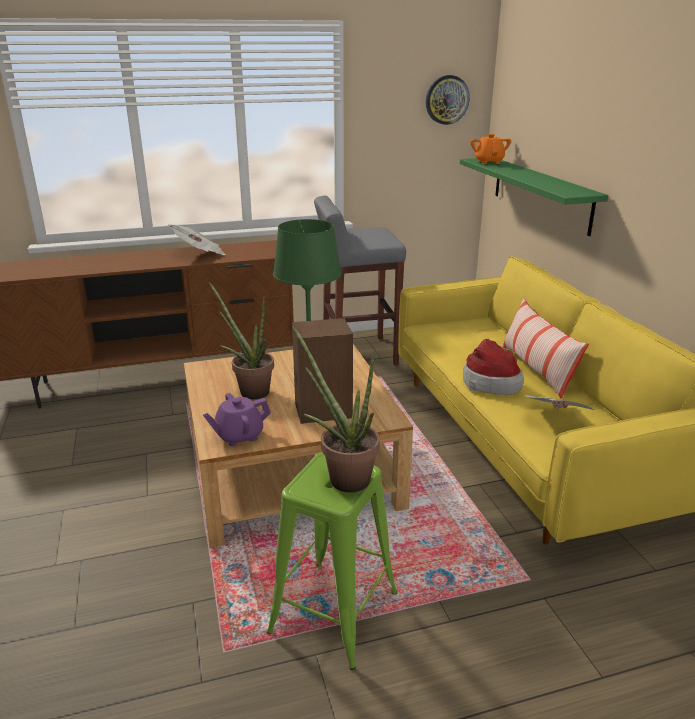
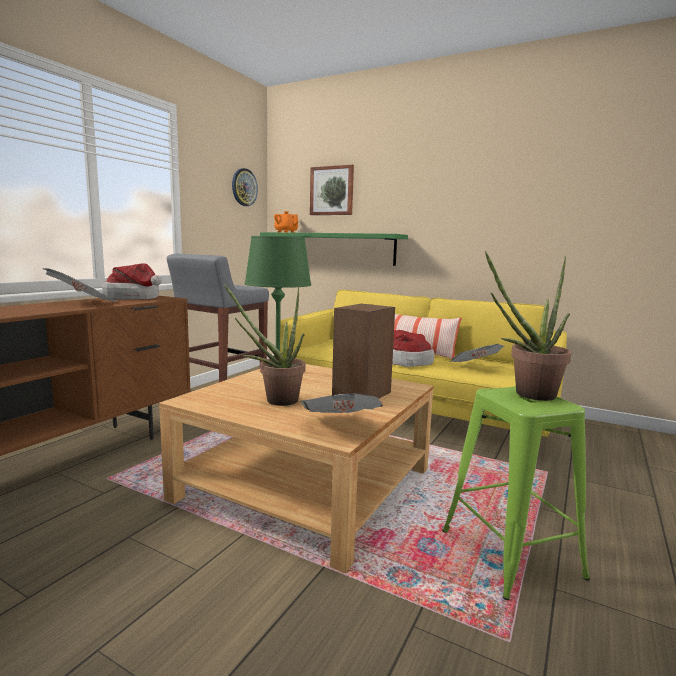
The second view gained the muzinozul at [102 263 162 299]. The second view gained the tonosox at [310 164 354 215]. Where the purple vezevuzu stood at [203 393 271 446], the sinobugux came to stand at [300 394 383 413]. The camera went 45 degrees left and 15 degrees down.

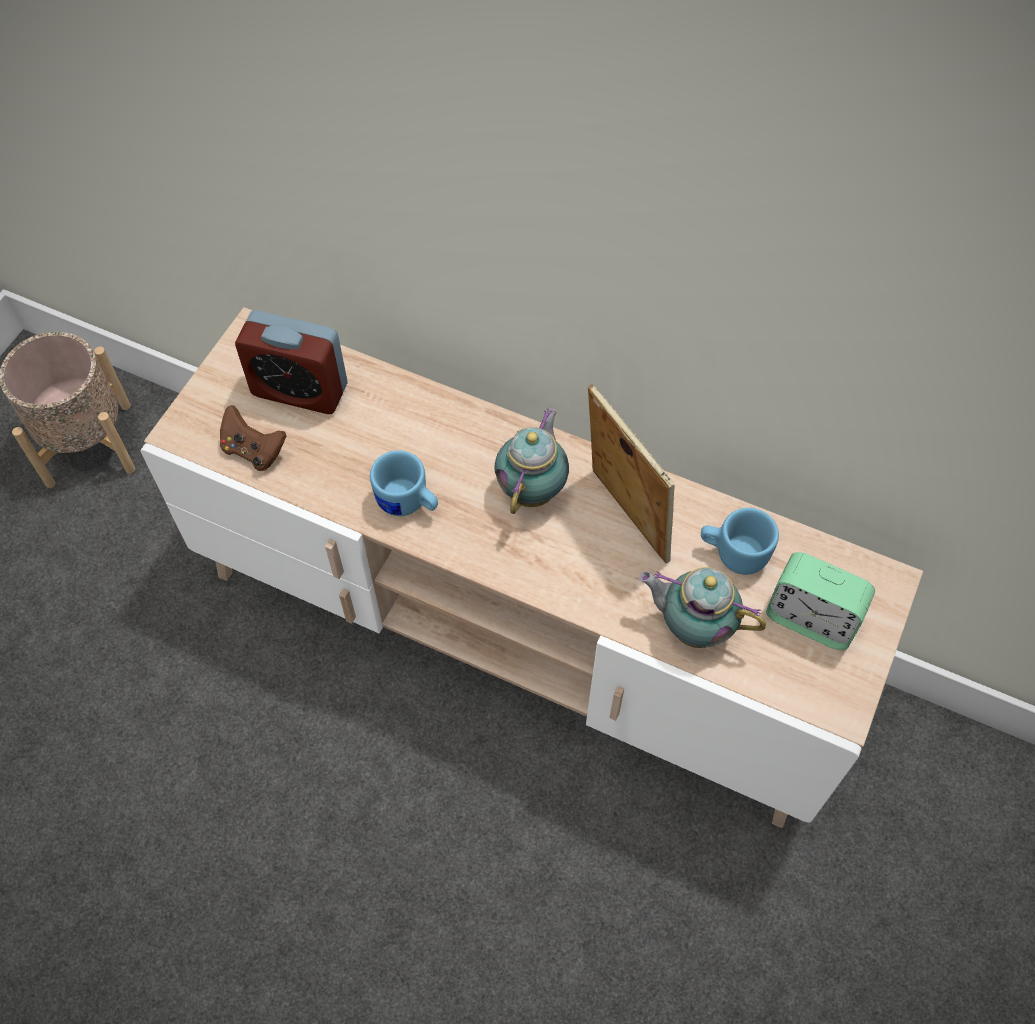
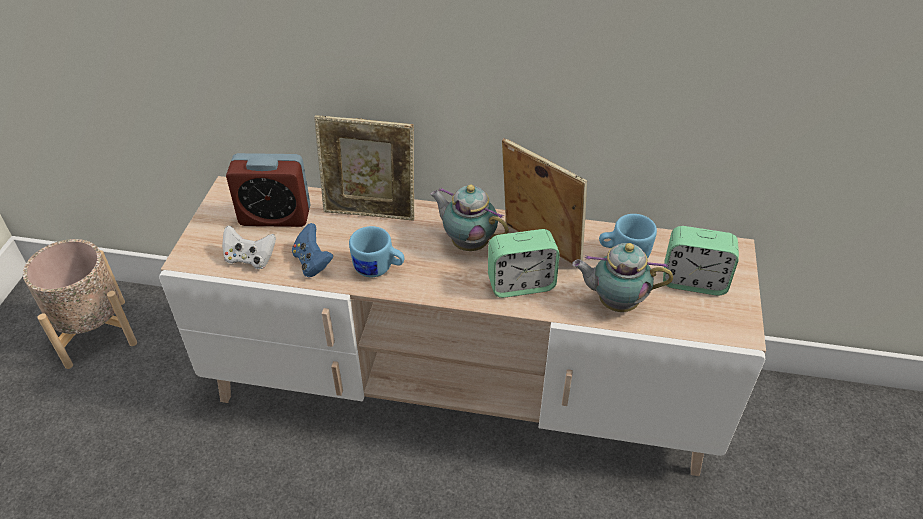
The second view gained the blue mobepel at [292 223 333 277]. The second view gained the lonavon at [314 115 414 220]. The second view gained the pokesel at [488 229 560 298]. What was the brown mobepel at [220 405 286 471] turned into the white mobepel at [222 225 276 269]. The vezevuzu at [494 407 569 514] ended up facing another way, 60 degrees counterclockwise from before. The camera went 15 degrees left and 15 degrees down.

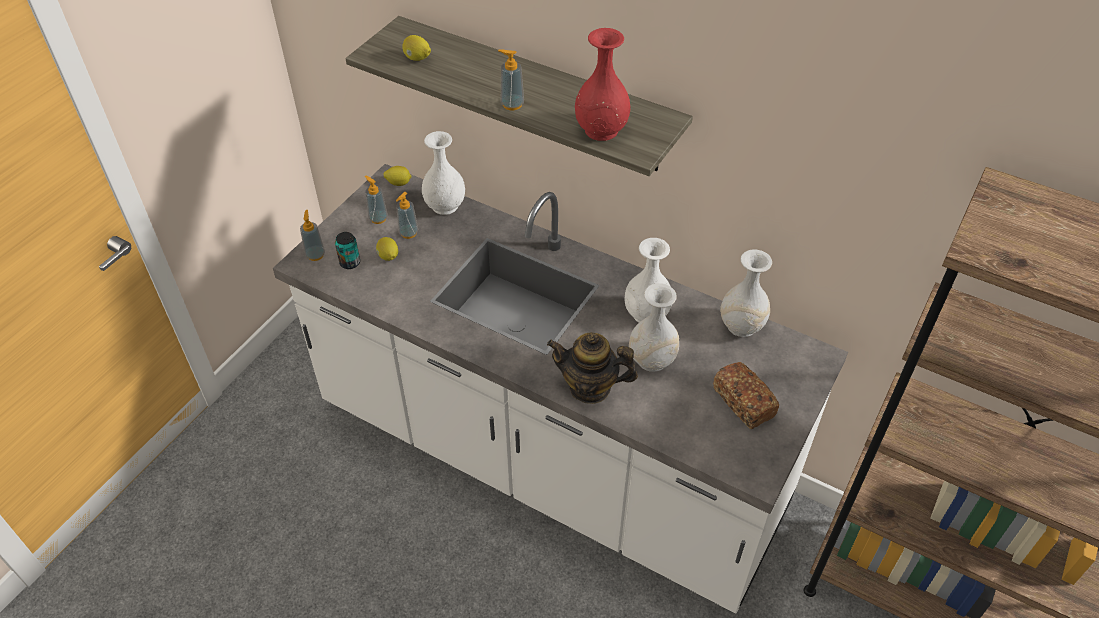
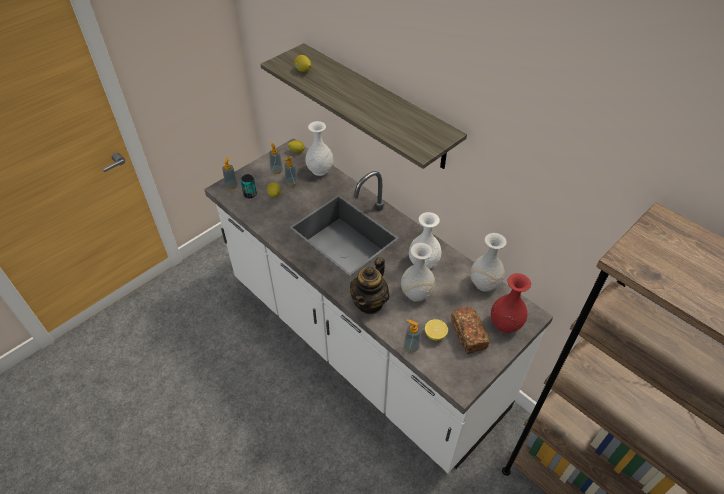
The second view gained the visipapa at [425 319 448 341]. The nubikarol ended up elsewhere, having gone from [498 49 524 110] to [404 319 421 352]. The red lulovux ended up elsewhere, having gone from [575 28 630 141] to [491 273 531 333]. The vezevuzu at [547 332 638 404] ended up facing another way, 90 degrees counterclockwise from before. The camera went 15 degrees right and 0 degrees up.

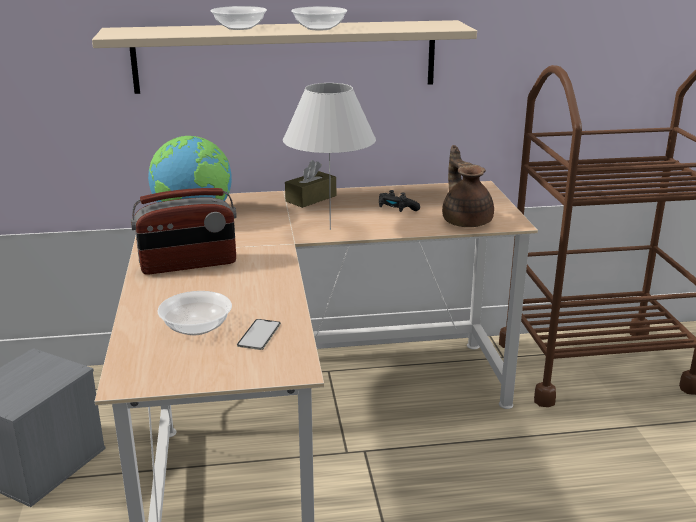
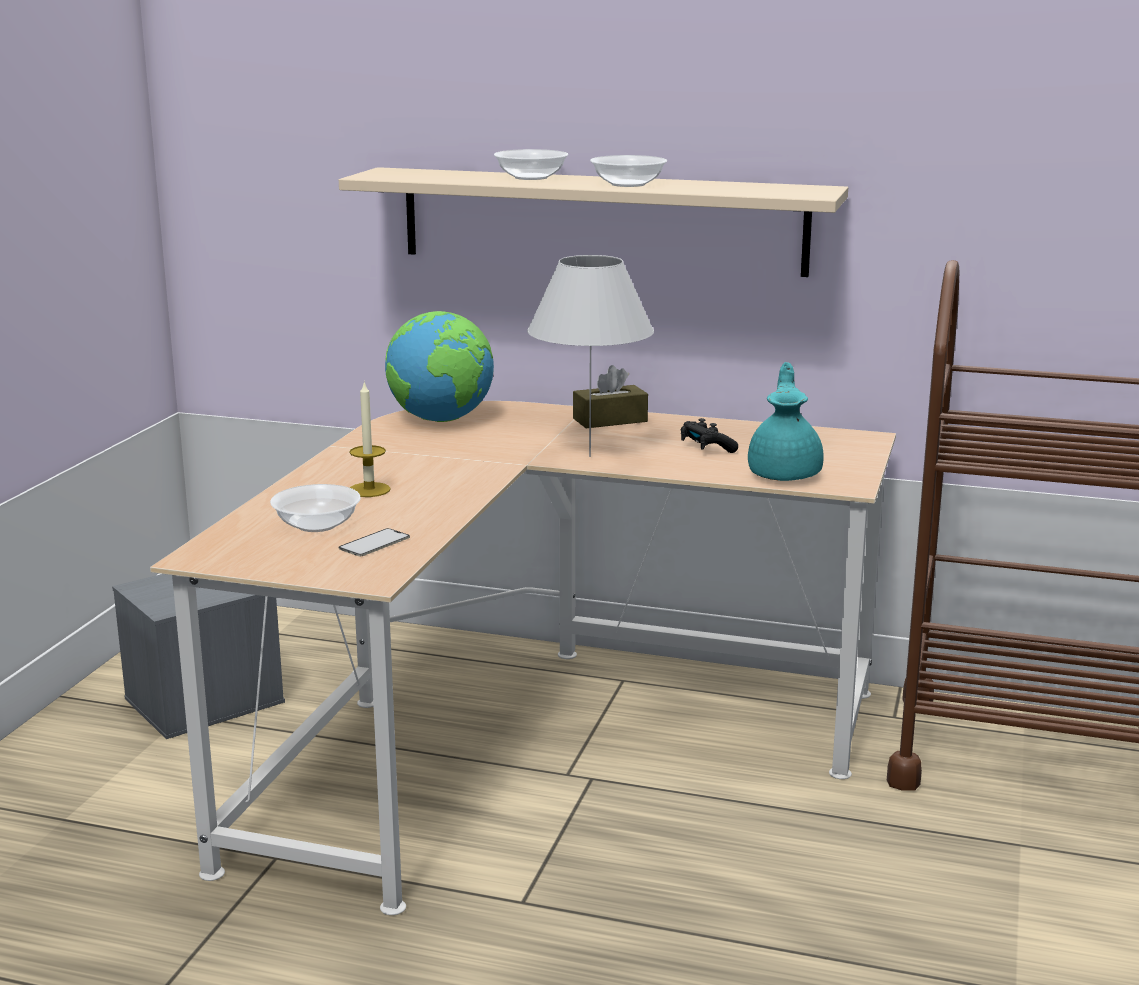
The second view lost the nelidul at [131 188 237 275]. The second view gained the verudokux at [349 381 391 497]. What was the brown vezevuzu at [442 145 494 227] turned into the turquoise vezevuzu at [748 362 824 481]. The camera went 25 degrees right and 5 degrees down.

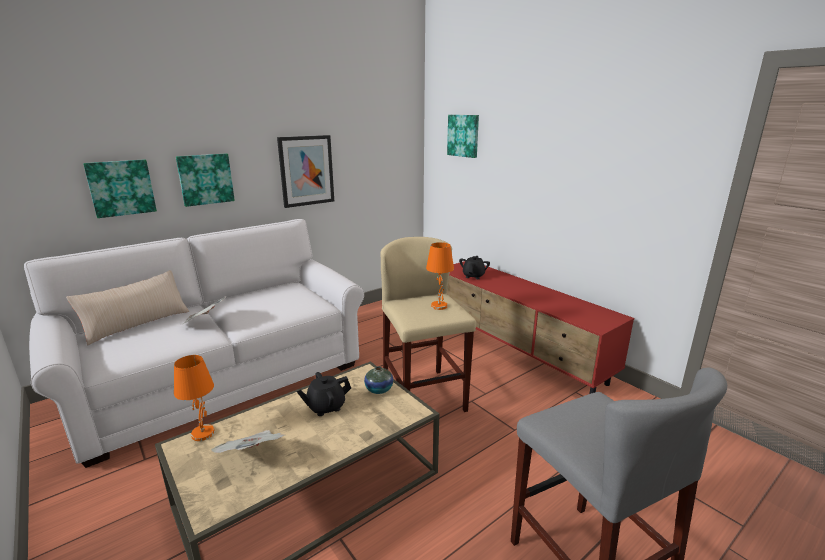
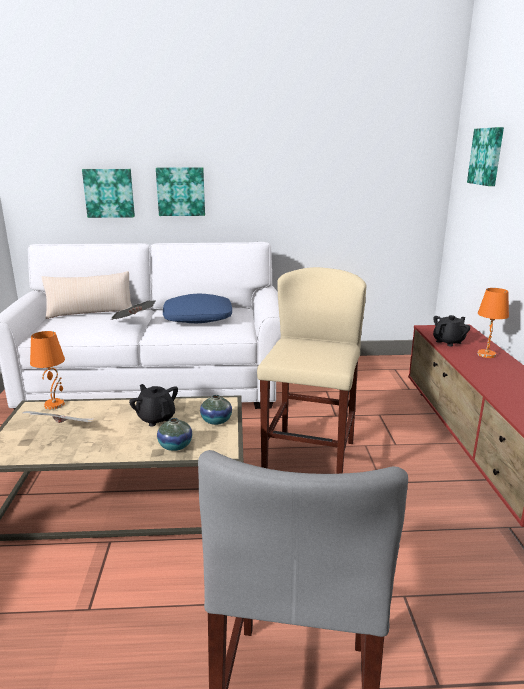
The second view lost the tonosox at [277 135 334 208]. The second view gained the lulovux at [157 418 192 451]. The second view gained the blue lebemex at [163 294 232 323]. The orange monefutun ended up elsewhere, having gone from [426 242 454 310] to [477 288 509 358]. The black vezevuzu at [297 372 351 416] ended up facing another way, 45 degrees clockwise from before. The camera went 35 degrees right and 0 degrees up.

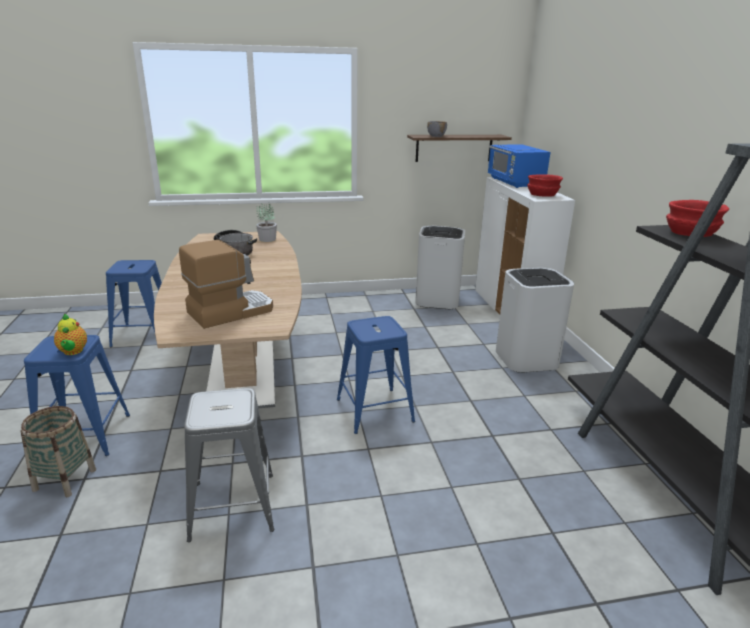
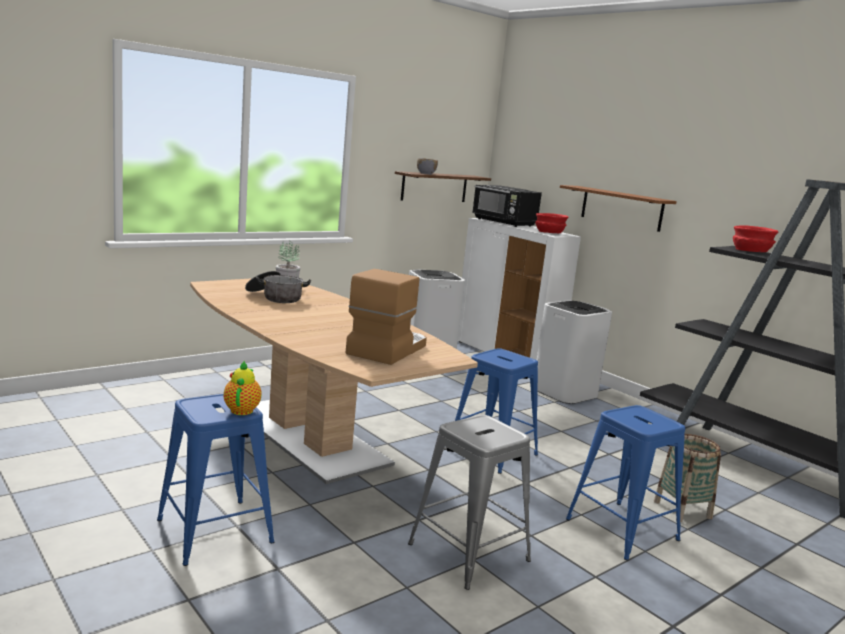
The second view gained the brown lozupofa at [560 185 677 232]. The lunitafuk ended up elsewhere, having gone from [21 406 96 497] to [654 434 721 522]. The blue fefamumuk ended up elsewhere, having gone from [106 260 162 347] to [566 405 685 560]. What was the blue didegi at [487 144 550 188] turned into the black didegi at [472 185 542 227]. The vezevuzu at [54 314 87 355] ended up facing another way, 135 degrees counterclockwise from before. The camera went 30 degrees left and 10 degrees down.

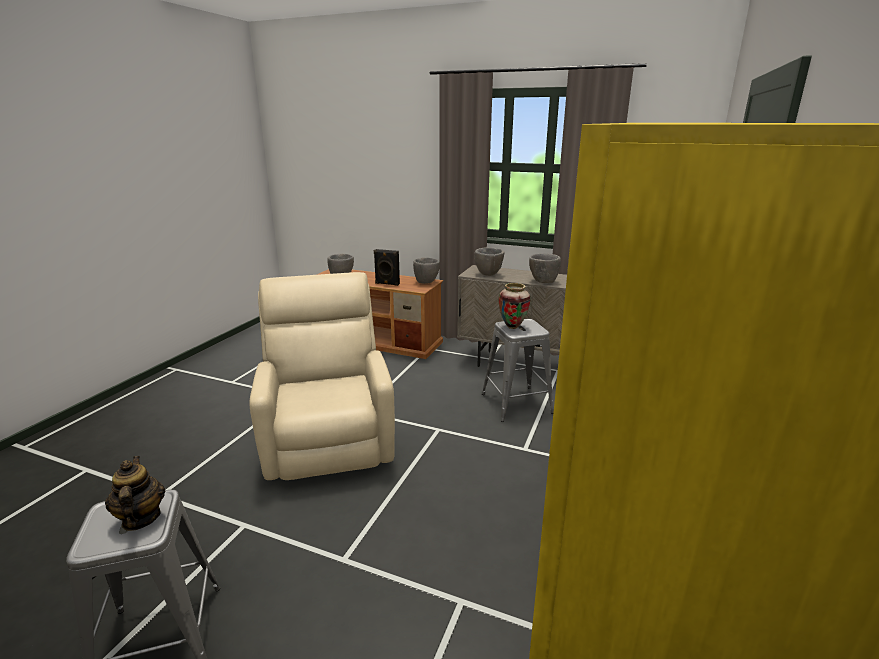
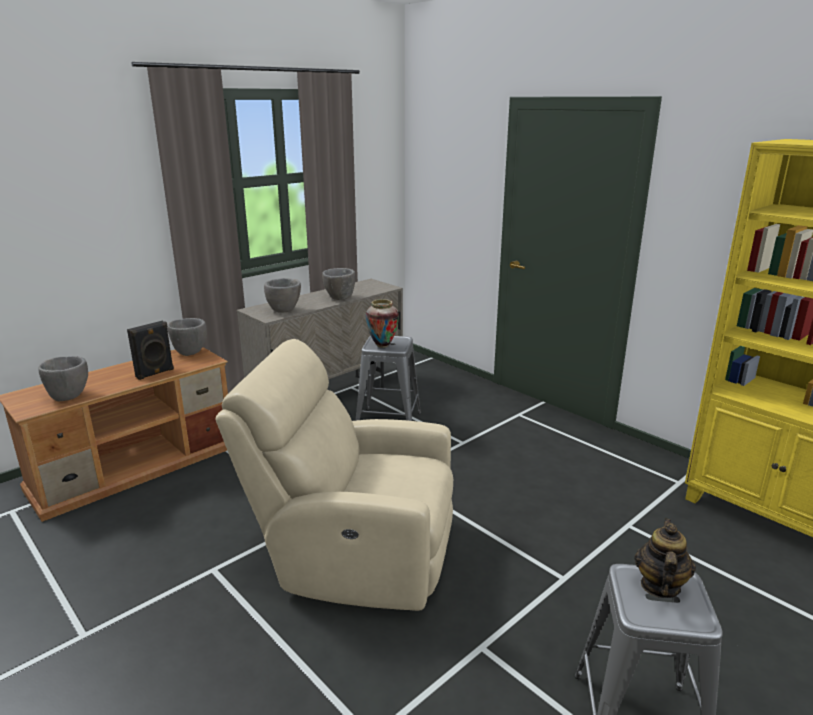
The vezevuzu at [105 456 166 531] ended up facing another way, 105 degrees clockwise from before. The camera went 65 degrees left and 0 degrees up.

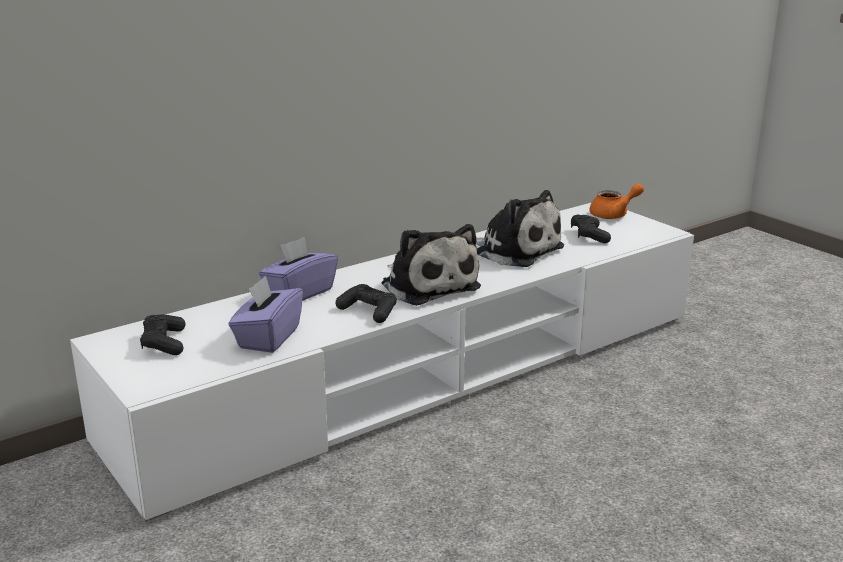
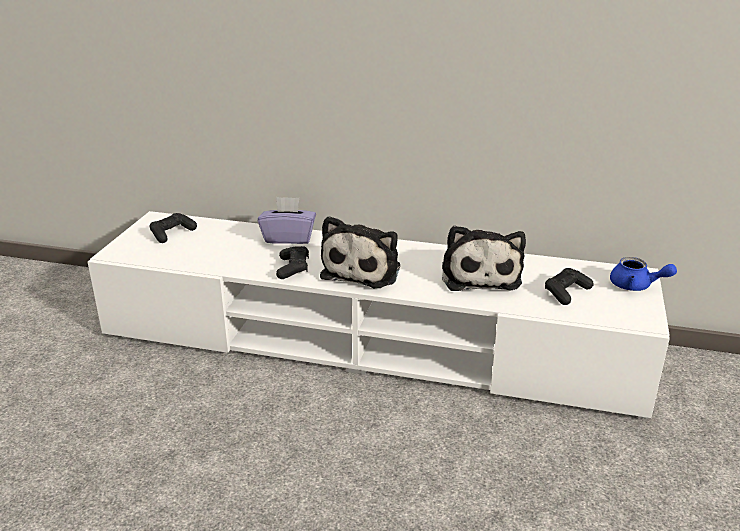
The second view lost the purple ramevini at [228 276 303 353]. What was the orange vezevuzu at [589 183 644 219] turned into the blue vezevuzu at [610 257 677 291]. The camera went 50 degrees right and 5 degrees up.

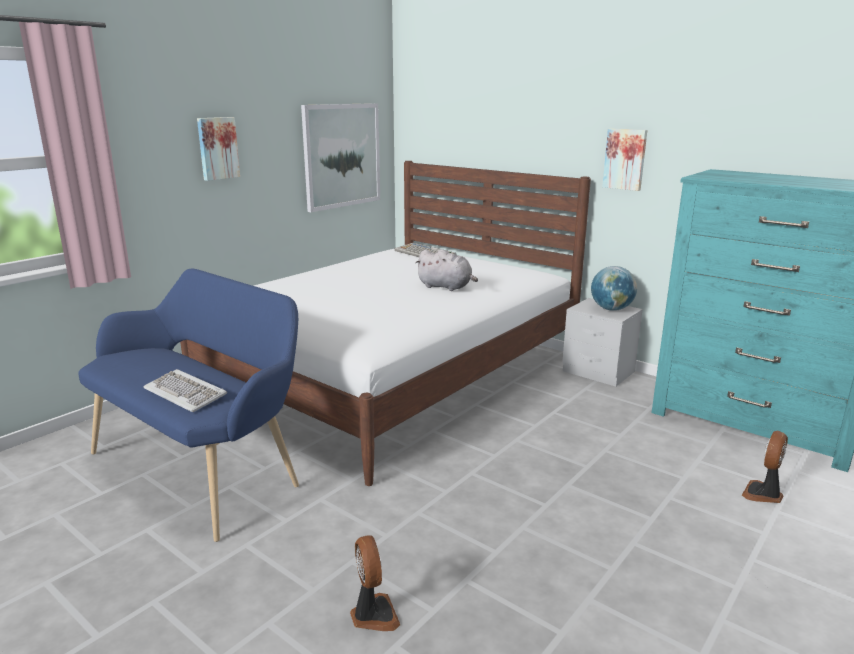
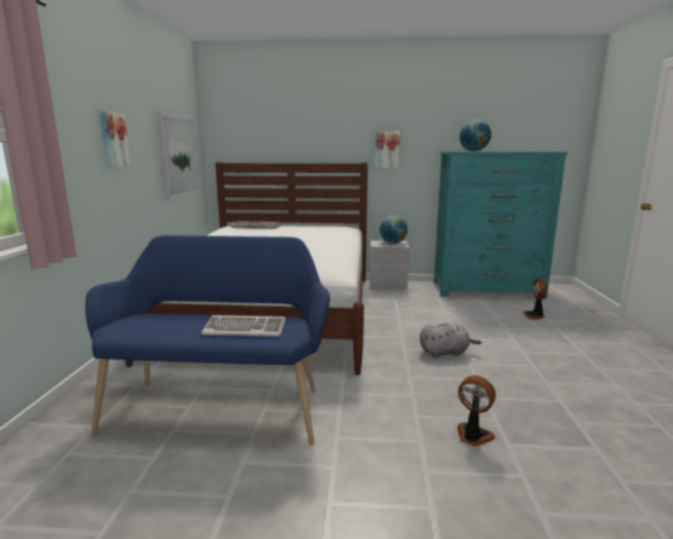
The second view gained the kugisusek at [459 119 491 152]. The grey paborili ended up elsewhere, having gone from [415 249 478 291] to [420 322 482 358]. The camera went 35 degrees left and 5 degrees down.

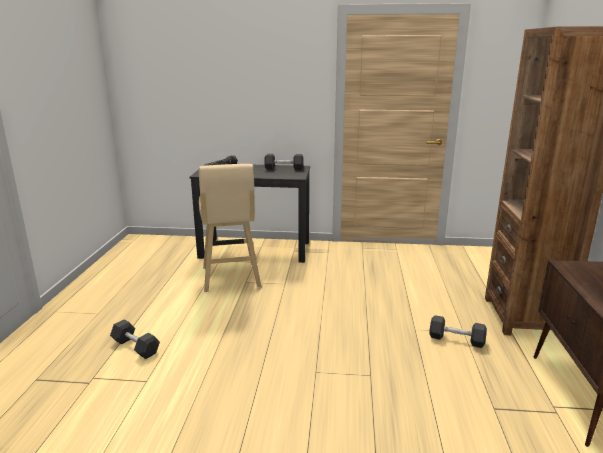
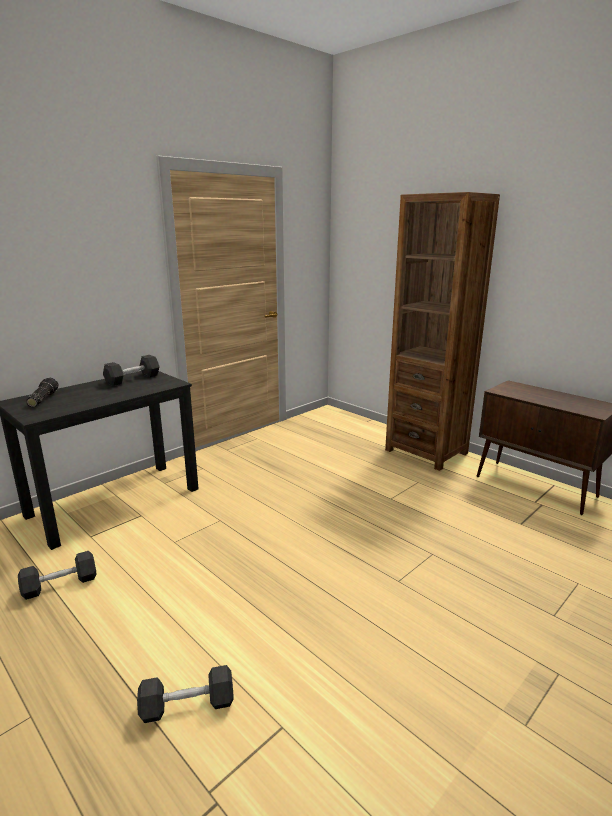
The second view lost the beige fefamumuk at [199 164 261 292]. The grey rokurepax ended up elsewhere, having gone from [429 315 487 348] to [18 551 97 600]. The camera went 50 degrees left and 0 degrees up.

